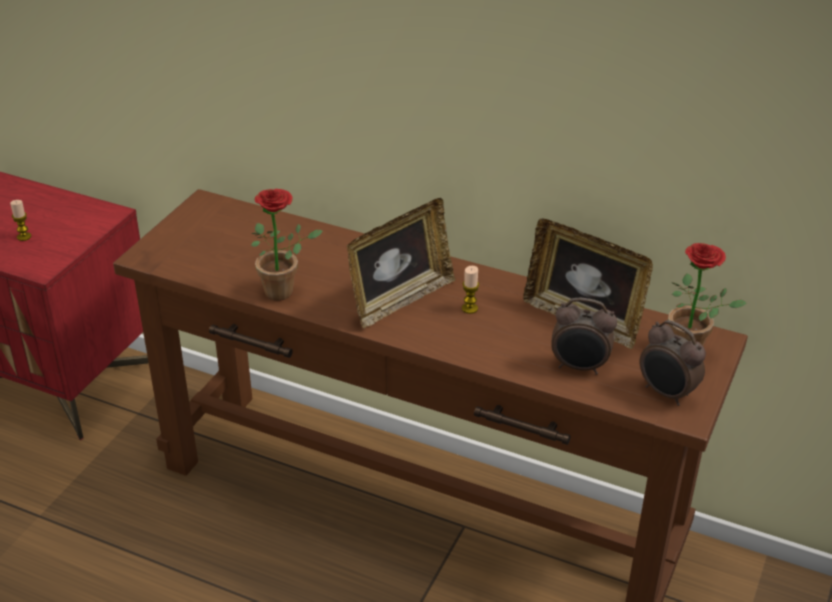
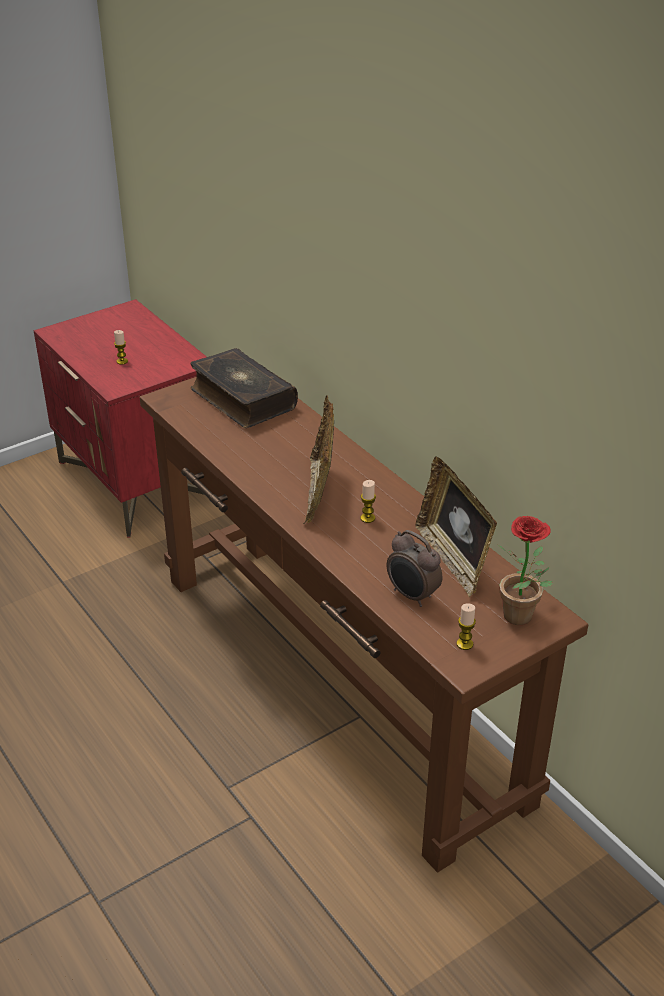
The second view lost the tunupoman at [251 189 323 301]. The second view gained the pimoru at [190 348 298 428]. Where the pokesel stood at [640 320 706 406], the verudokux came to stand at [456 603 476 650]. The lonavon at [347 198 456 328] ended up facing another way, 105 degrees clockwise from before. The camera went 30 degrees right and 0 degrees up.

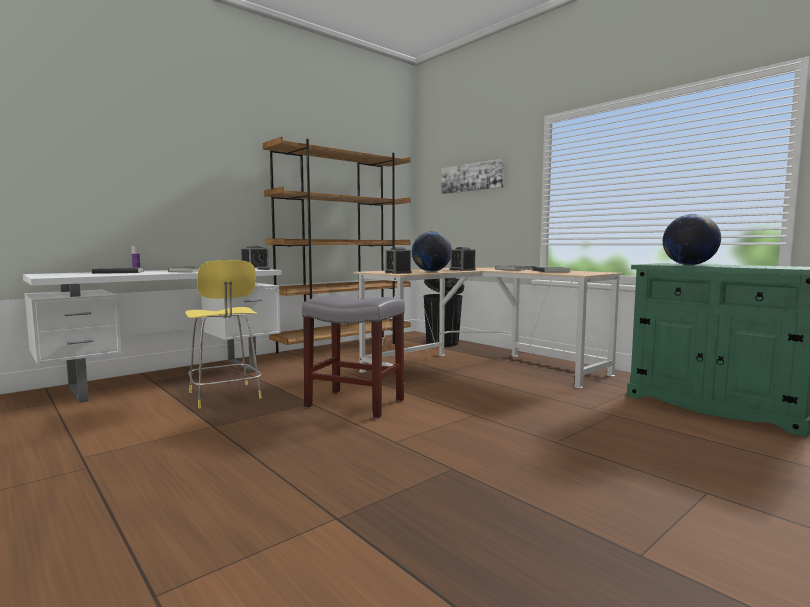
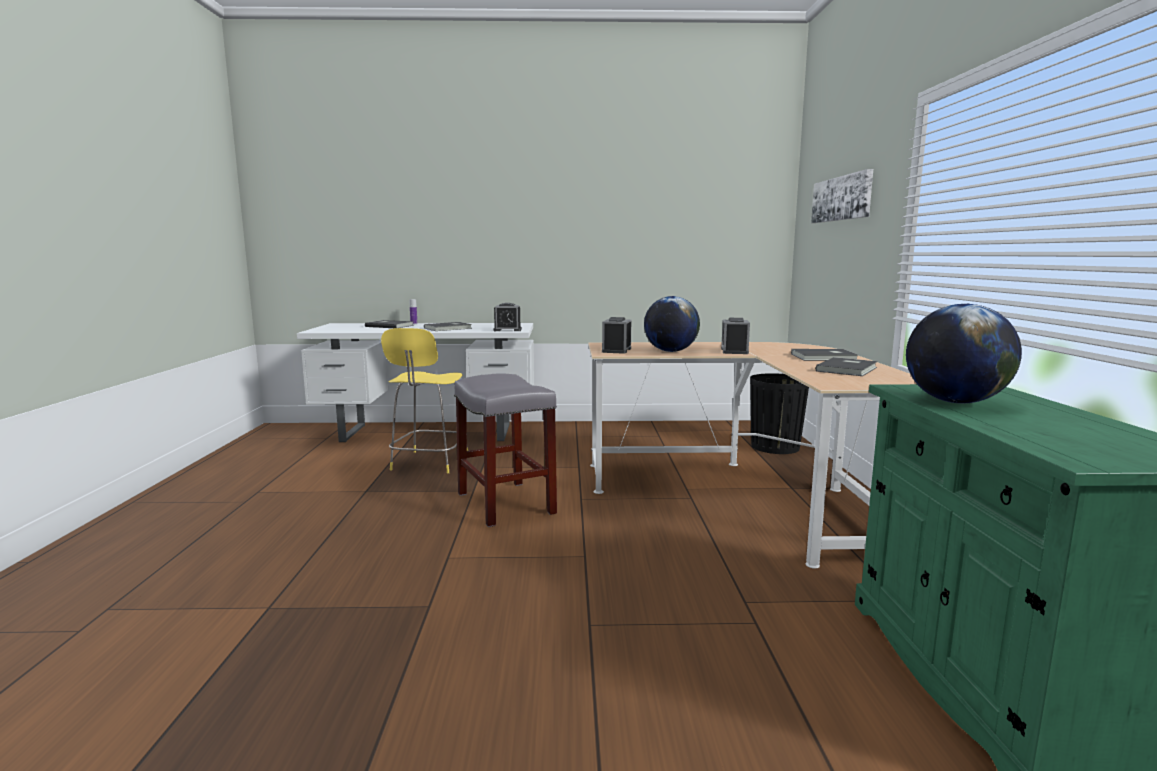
The second view lost the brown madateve at [263 137 411 358]. The camera went 40 degrees right and 5 degrees up.

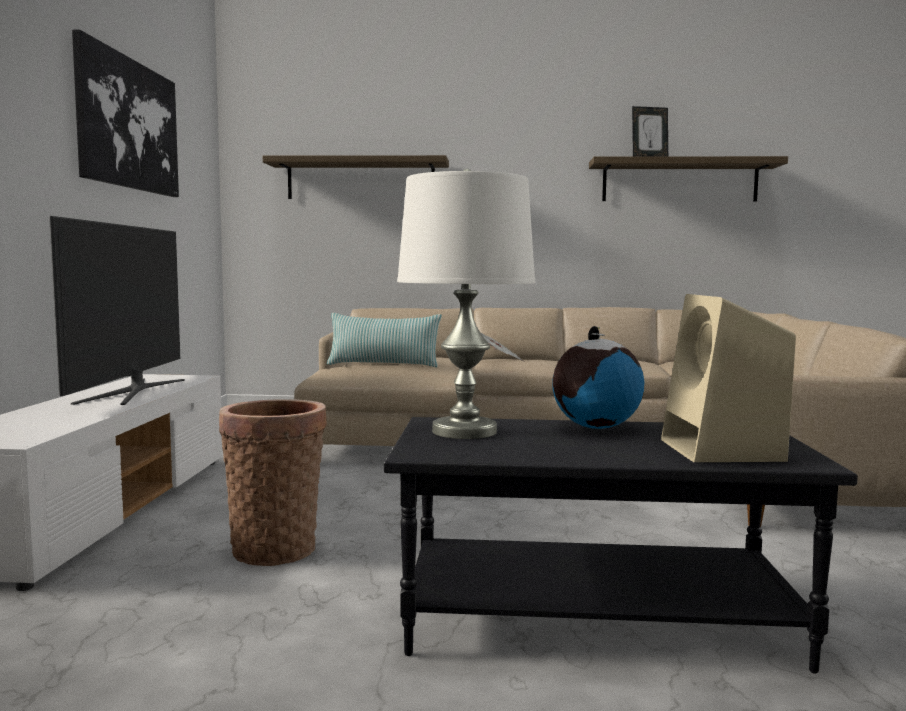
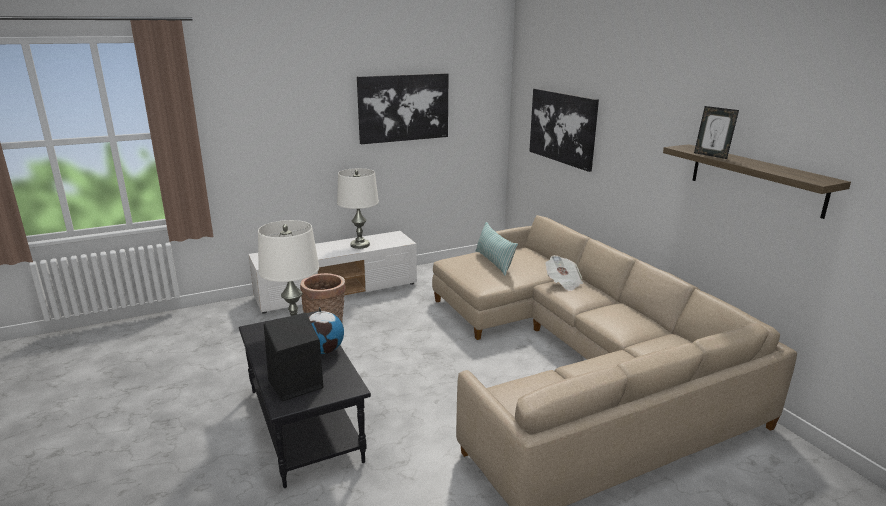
Where the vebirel stood at [49 216 185 405], the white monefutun came to stand at [337 168 379 249]. Where the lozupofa hung at [263 155 449 199], the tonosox came to hang at [529 88 599 172]. What was the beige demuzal at [661 294 796 462] turned into the black demuzal at [264 313 323 402]. The camera went 60 degrees right and 15 degrees up.

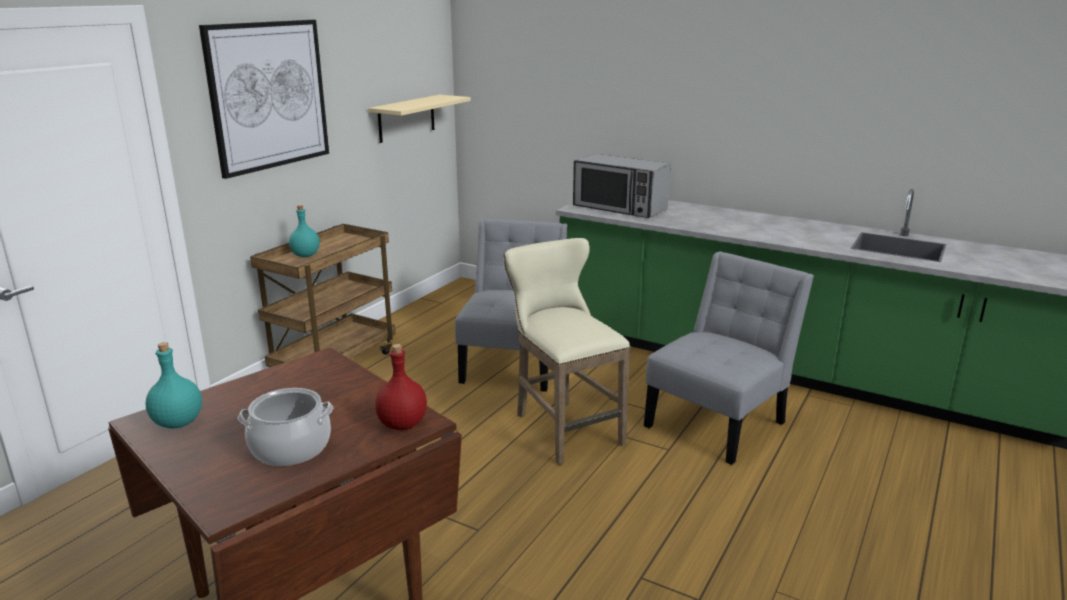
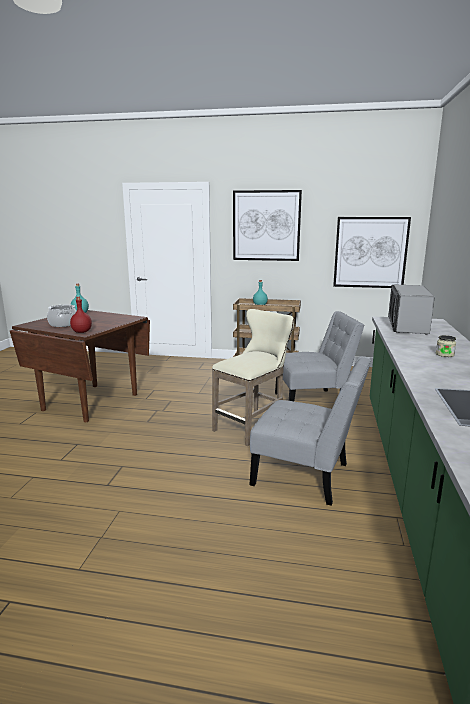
The second view gained the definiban at [436 335 456 357]. Where the beige lozupofa hung at [368 95 471 143], the tonosox came to hang at [333 217 411 288]. The camera went 70 degrees right and 5 degrees down.

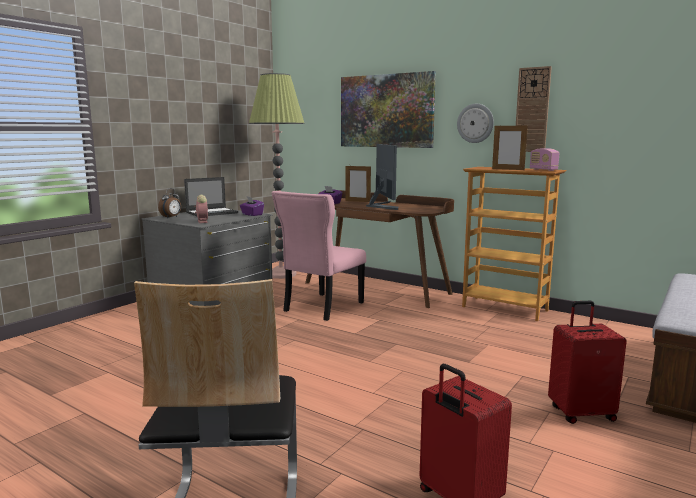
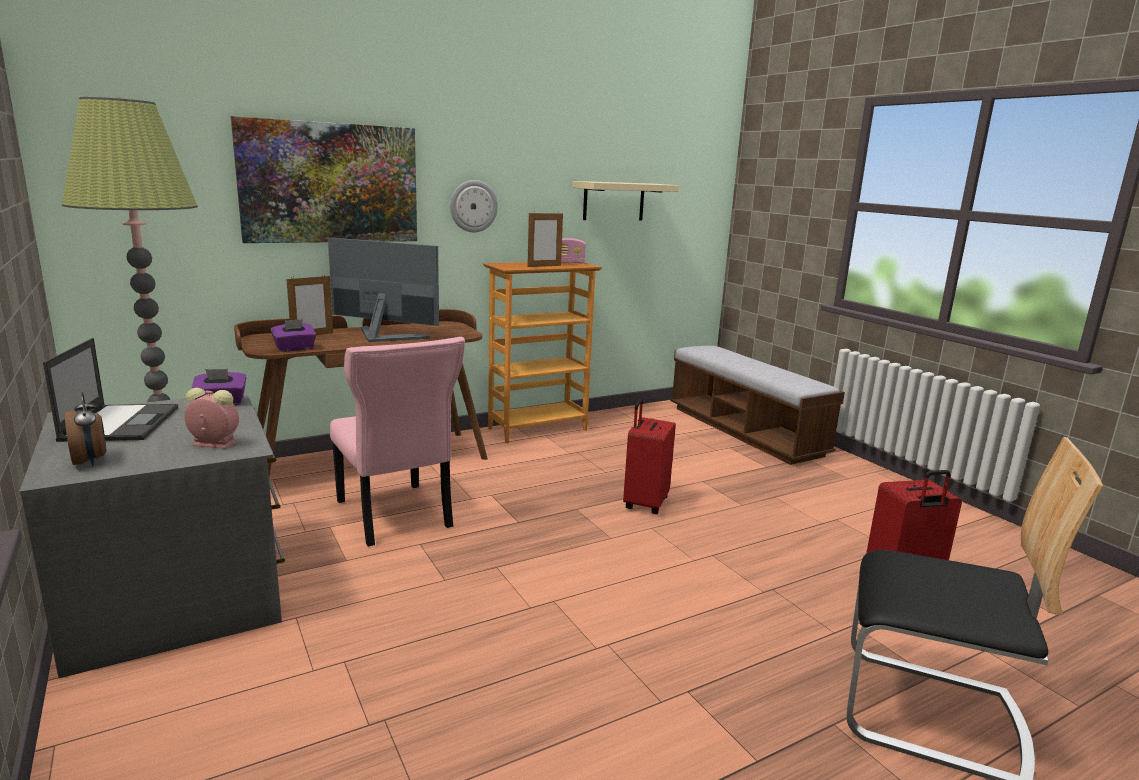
The second view lost the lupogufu at [516 66 552 152]. The second view gained the beige lozupofa at [572 181 679 220]. The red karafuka ended up elsewhere, having gone from [548 301 627 424] to [623 399 676 514]. The camera went 65 degrees left and 5 degrees up.

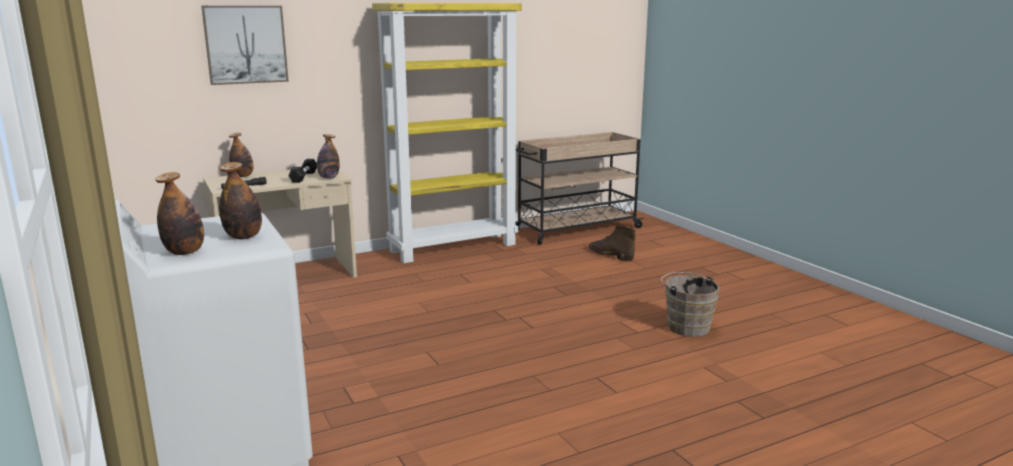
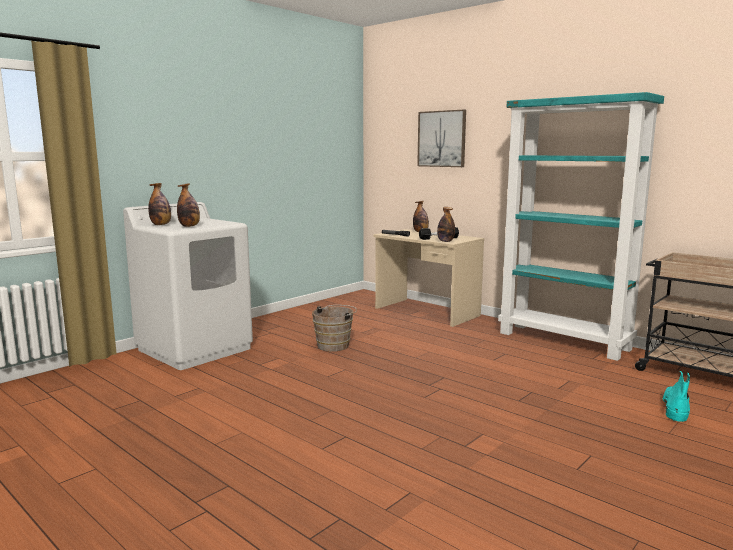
The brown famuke ended up elsewhere, having gone from [661 272 719 337] to [312 305 357 352]. What was the yellow madateve at [372 3 522 263] turned into the turquoise madateve at [498 92 664 361]. What was the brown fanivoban at [588 225 635 262] turned into the turquoise fanivoban at [662 371 690 422]. The camera went 70 degrees right and 5 degrees down.

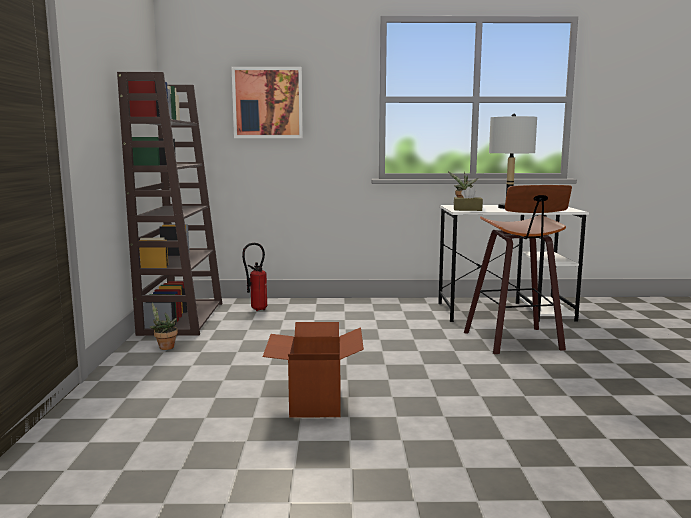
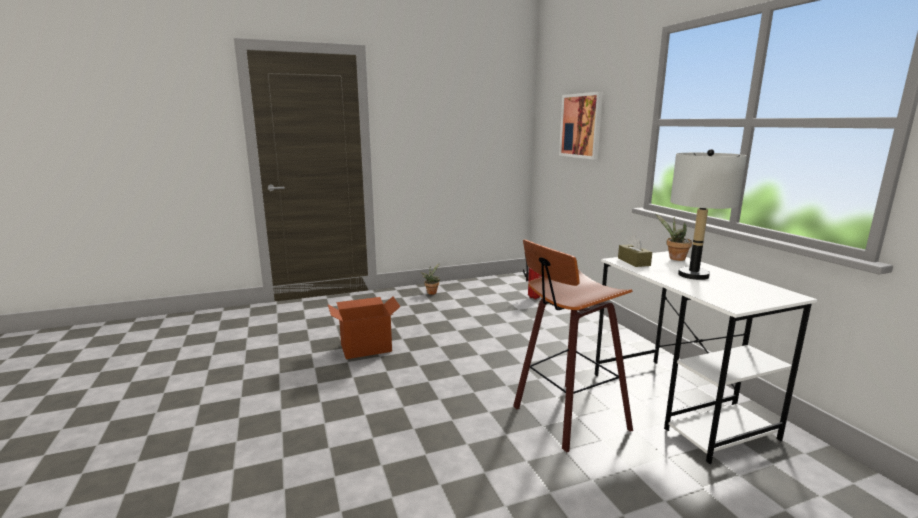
The second view lost the brown madateve at [117 72 222 336]. The camera went 70 degrees right and 5 degrees up.

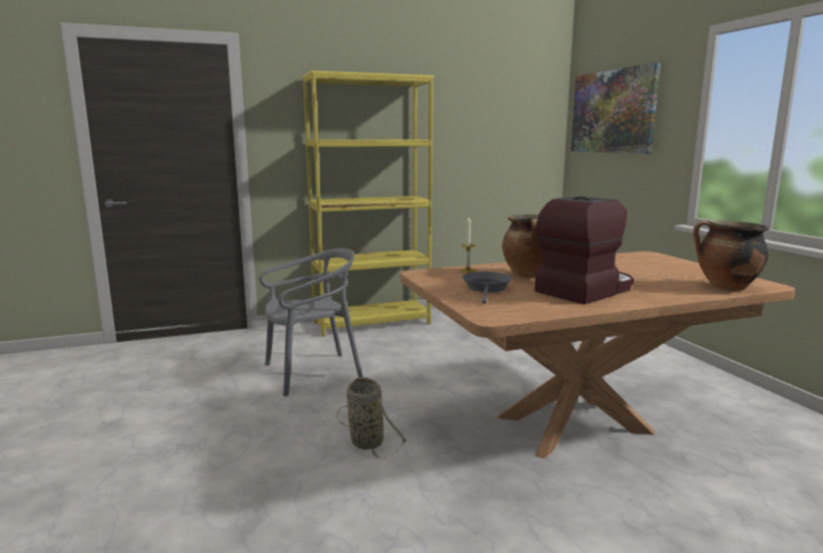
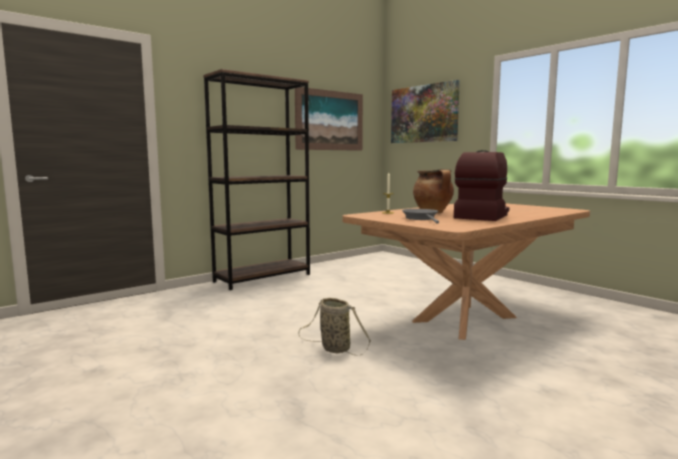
The second view lost the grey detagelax at [259 248 363 396]. The second view lost the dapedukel at [693 220 768 290]. The second view gained the tonosox at [295 87 363 151]. What was the yellow madateve at [302 71 434 336] turned into the brown madateve at [203 69 310 290]. The camera went 20 degrees left and 5 degrees down.

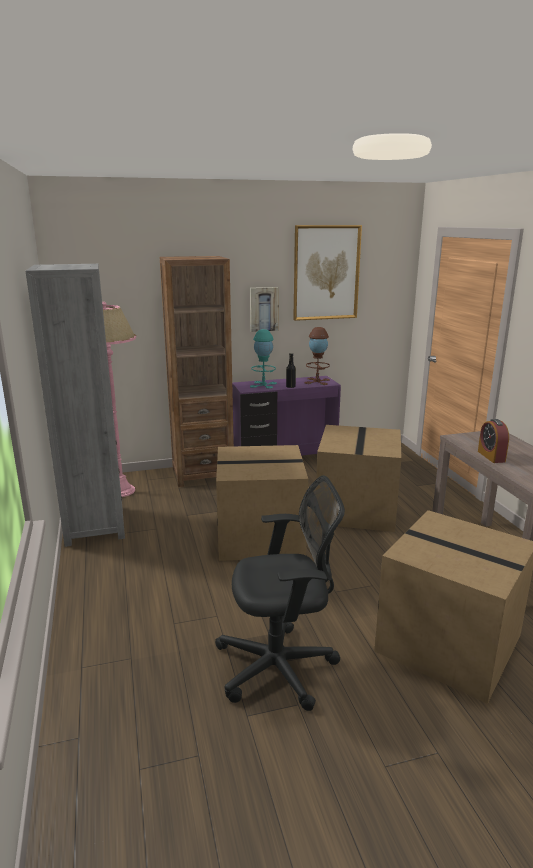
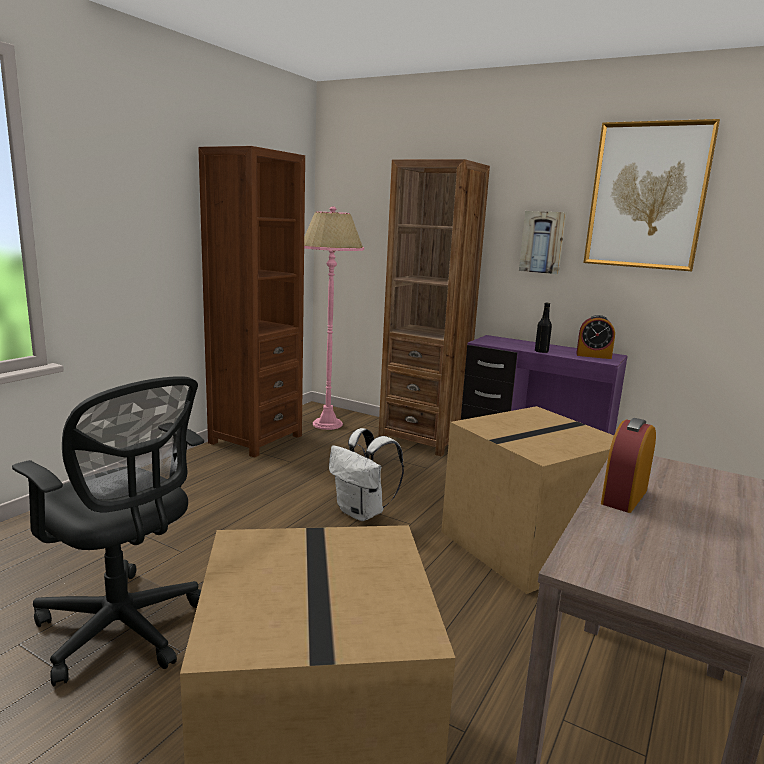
The second view lost the turquoise monefutun at [250 329 277 389]. Where the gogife stood at [216 445 308 561], the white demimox came to stand at [329 428 404 521]. Where the brown monefutun stood at [305 327 330 385], the pokesel came to stand at [576 315 615 359]. What was the grey madateve at [25 264 125 547] turned into the brown madateve at [198 146 305 458]. The camera went 45 degrees right and 5 degrees down.

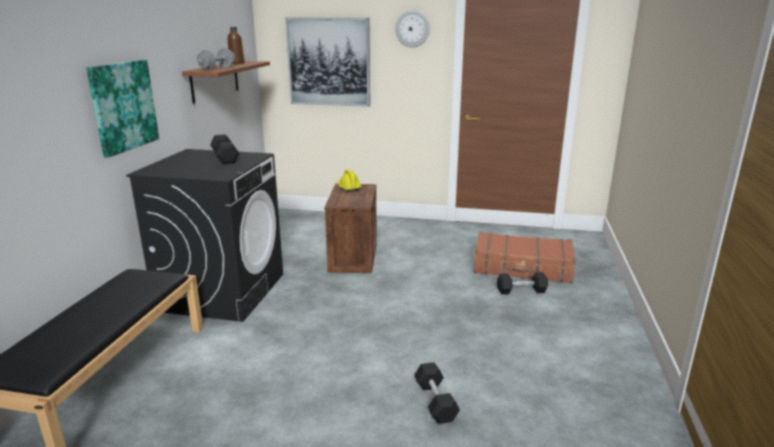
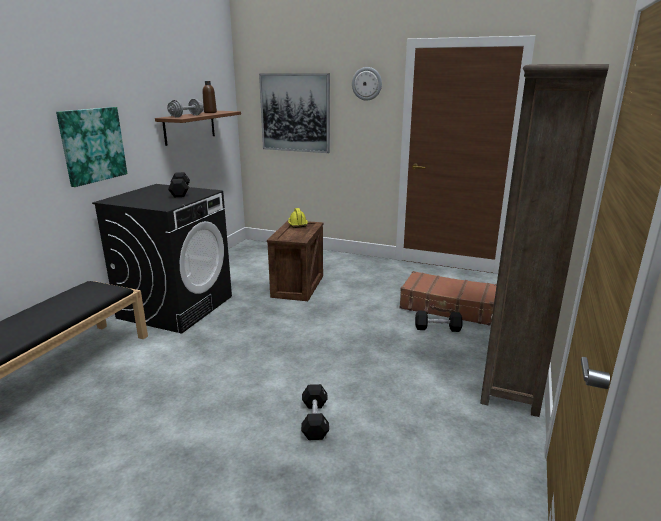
The second view gained the brown madateve at [480 64 609 417]. The camera went 10 degrees right and 0 degrees up.

